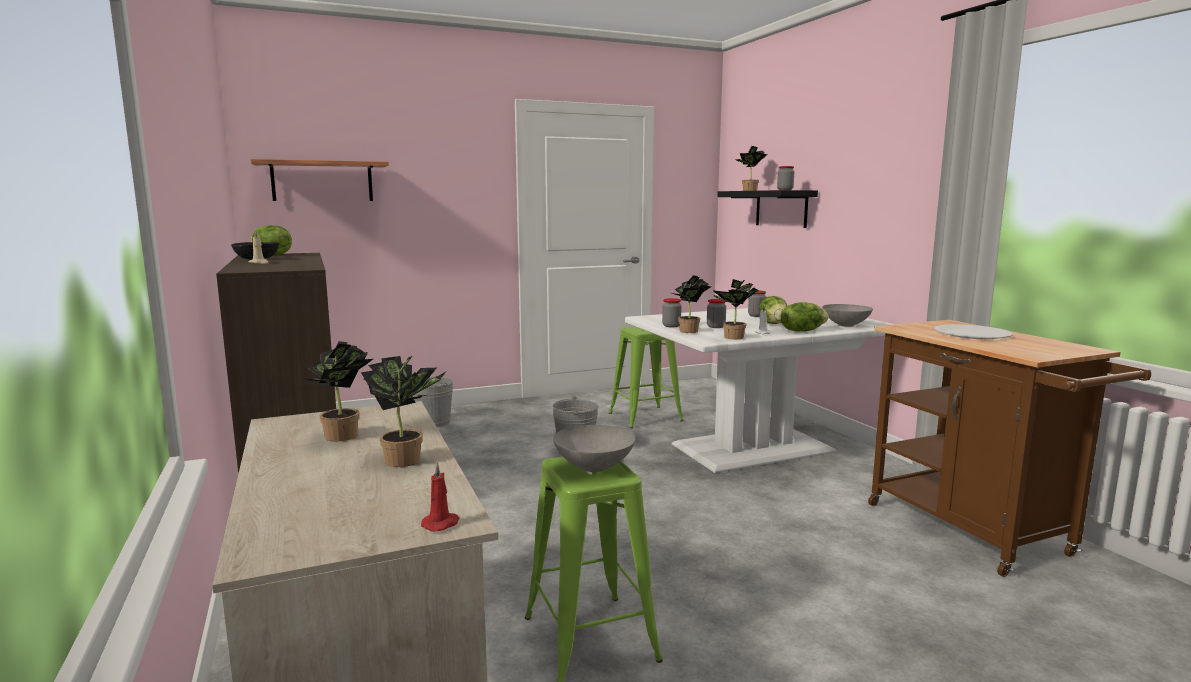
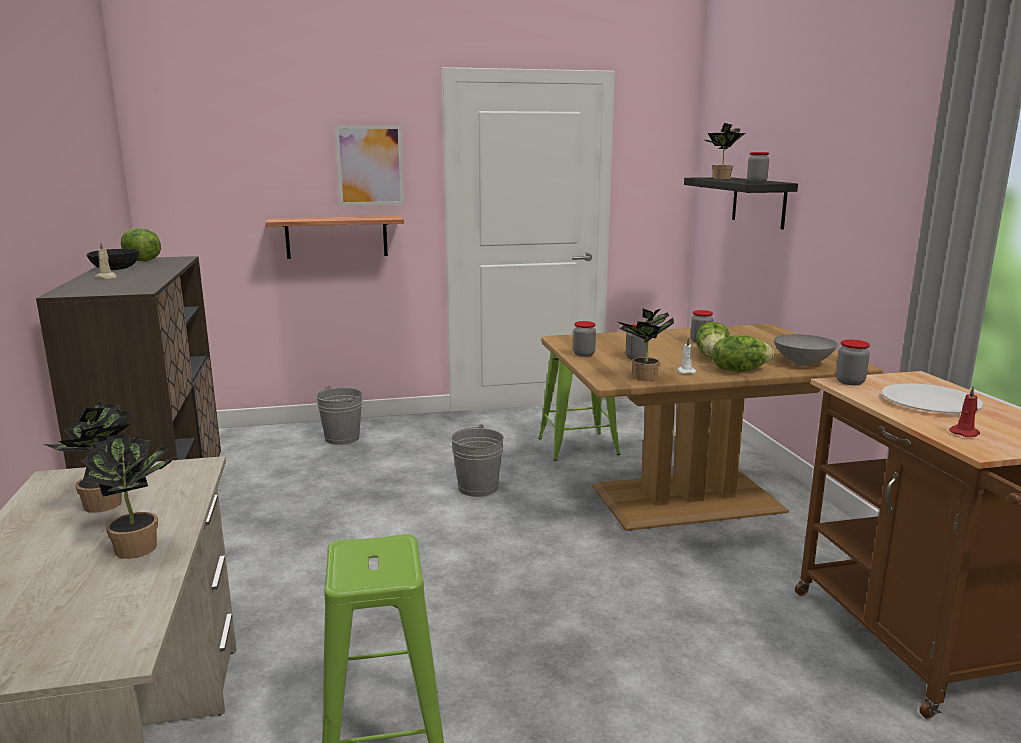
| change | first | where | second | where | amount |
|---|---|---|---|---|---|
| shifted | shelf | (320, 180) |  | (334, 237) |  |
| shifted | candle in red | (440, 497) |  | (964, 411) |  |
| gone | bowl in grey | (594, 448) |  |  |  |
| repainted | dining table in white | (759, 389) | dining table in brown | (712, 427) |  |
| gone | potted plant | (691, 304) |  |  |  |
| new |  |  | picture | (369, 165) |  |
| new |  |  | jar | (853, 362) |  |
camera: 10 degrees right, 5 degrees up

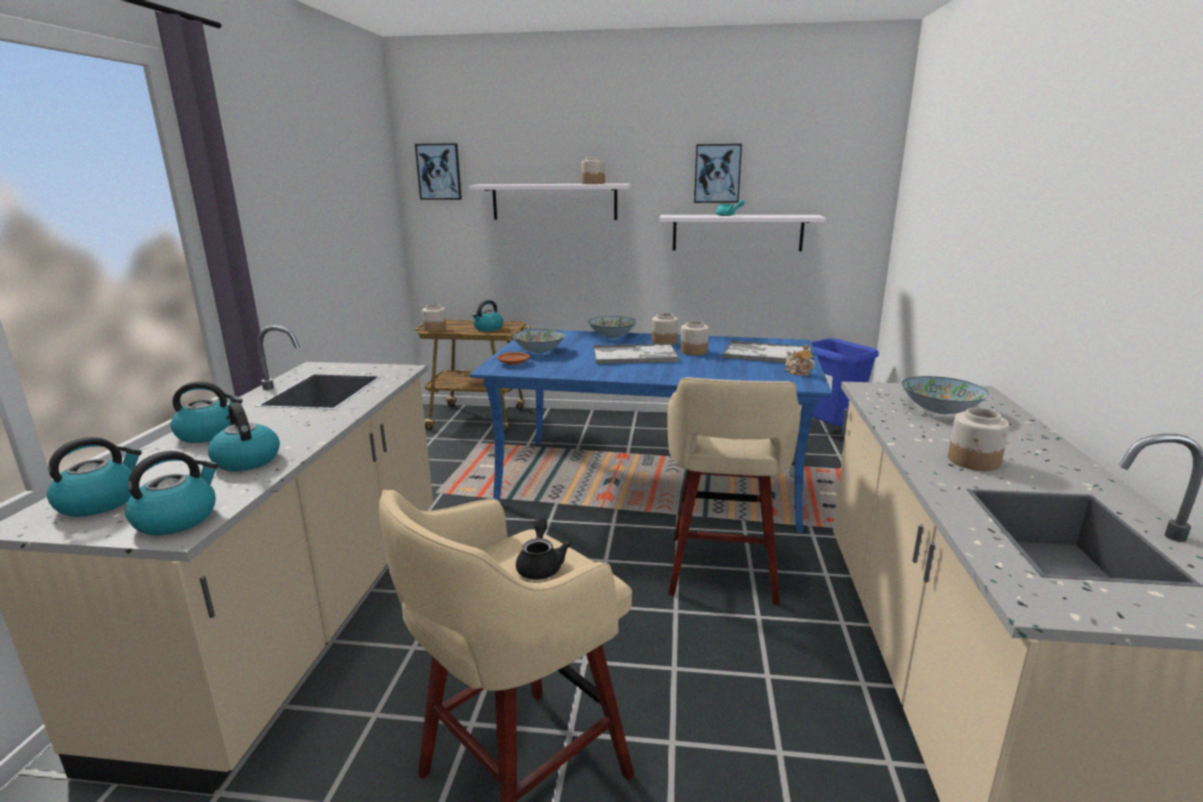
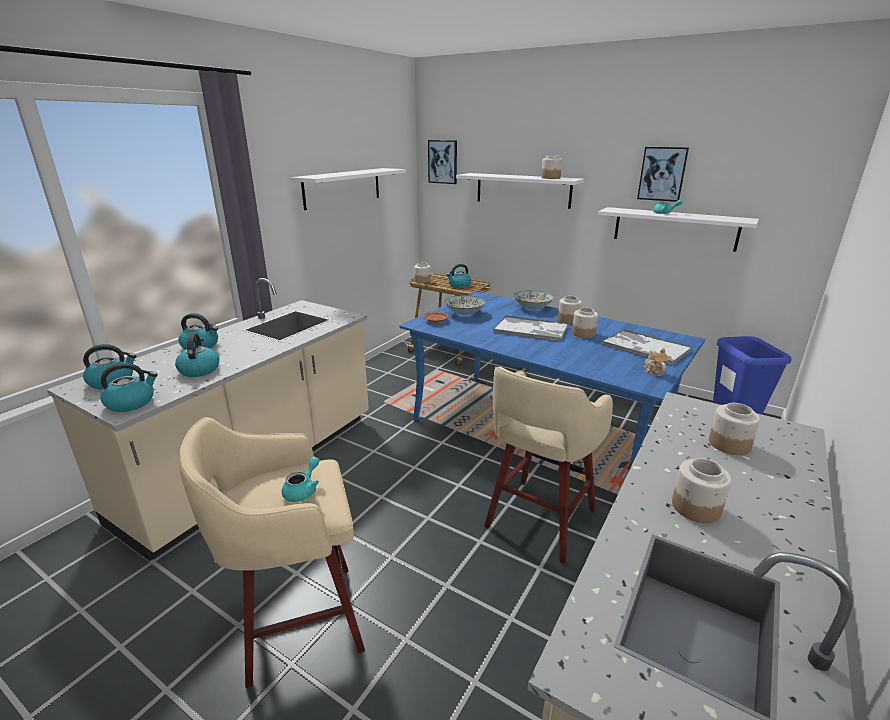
| change | first | where | second | where | amount |
|---|---|---|---|---|---|
| repainted | teapot in black | (543, 548) | teapot in turquoise | (300, 479) |  |
| swapped | bowl | (945, 395) | jar | (734, 429) |  |
| new |  |  | shelf in white | (348, 189) |  |
camera: 25 degrees right, 5 degrees up

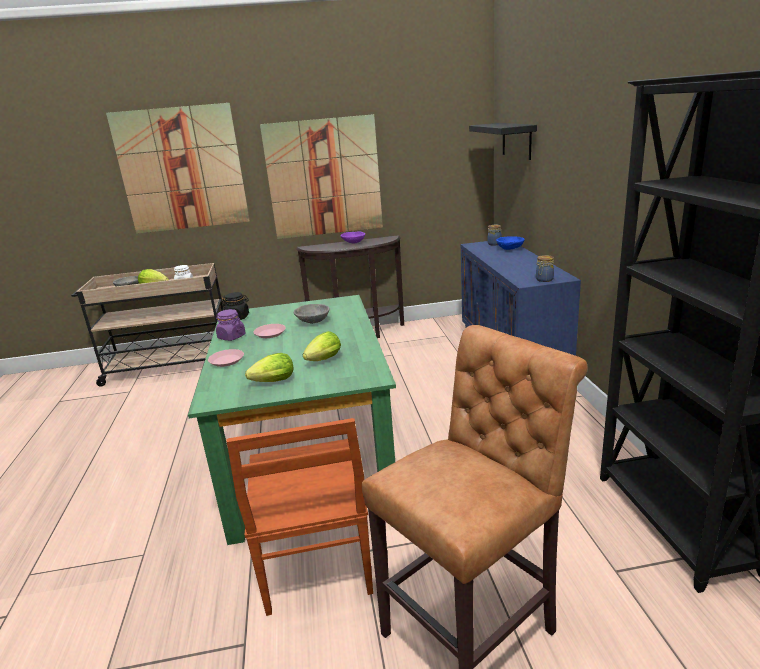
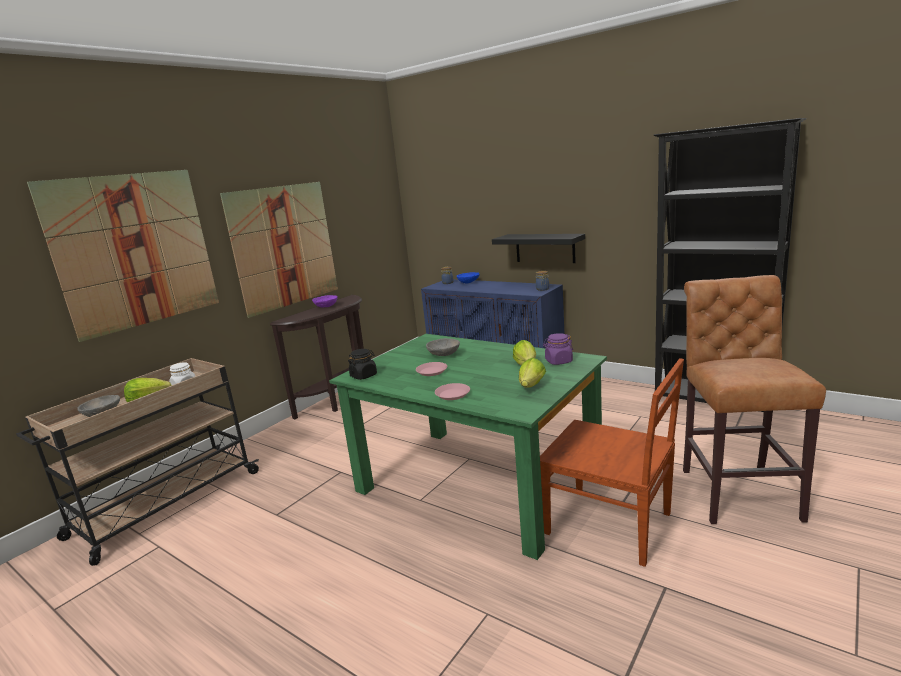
| change | first | where | second | where | amount |
|---|---|---|---|---|---|
| shifted | jar in purple | (231, 325) |  | (558, 349) |  |
| shifted | shelf in black | (503, 141) |  | (538, 248) |  |
camera: 45 degrees left, 5 degrees down

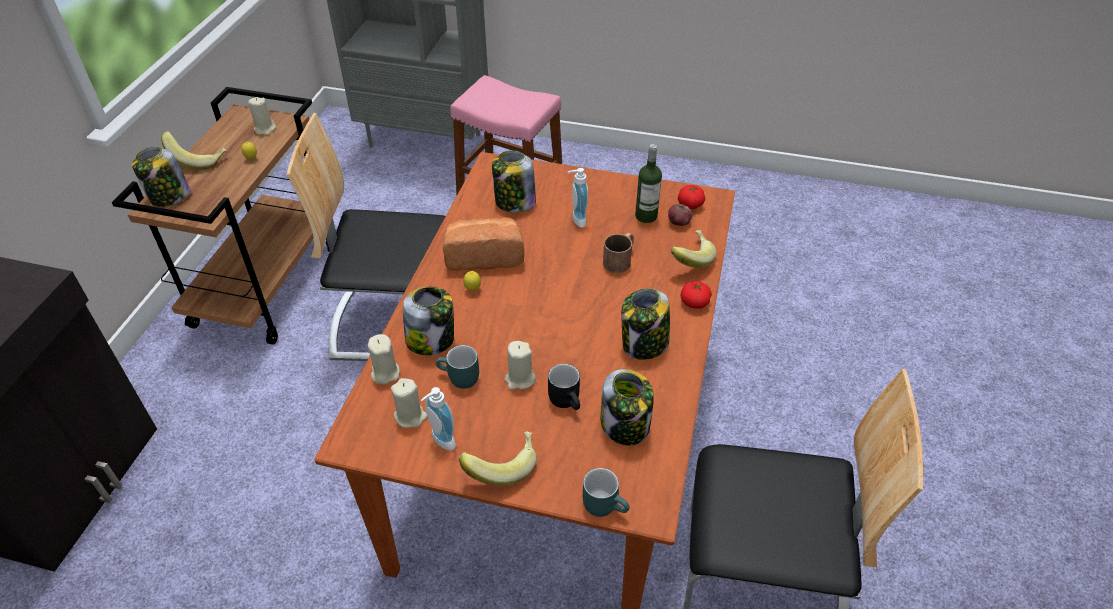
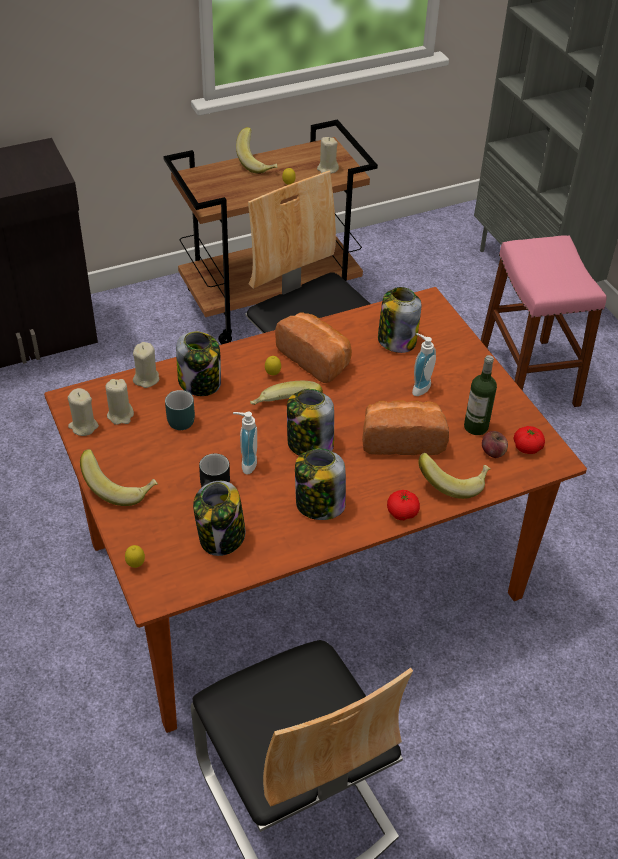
| change | first | where | second | where | amount |
|---|---|---|---|---|---|
| shifted | jar | (161, 177) |  | (310, 422) |  |
| shifted | soap dispenser | (438, 418) |  | (245, 443) |  |
| shifted | candle in beige | (520, 365) |  | (83, 412) |  |
| swapped | mug in turquoise | (606, 492) | lemon | (135, 556) |  |
| swapped | mug in brown | (618, 253) | bread | (405, 427) |  |
| new |  |  | banana | (286, 393) |  |
camera: 50 degrees right, 0 degrees up

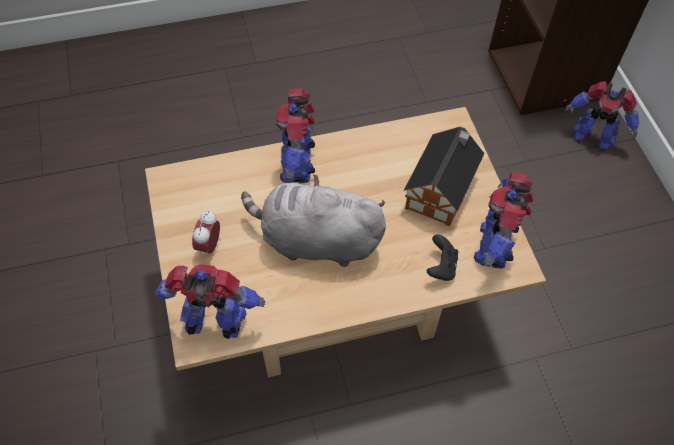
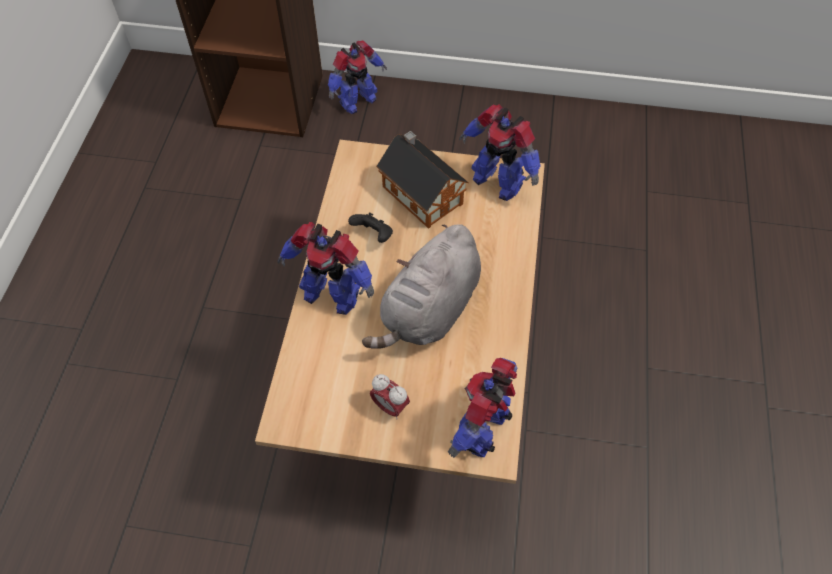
| change | first | where | second | where | amount |
|---|---|---|---|---|---|
| shifted | game controller in black | (442, 257) |  | (370, 228) |  |
camera: 65 degrees left, 0 degrees up

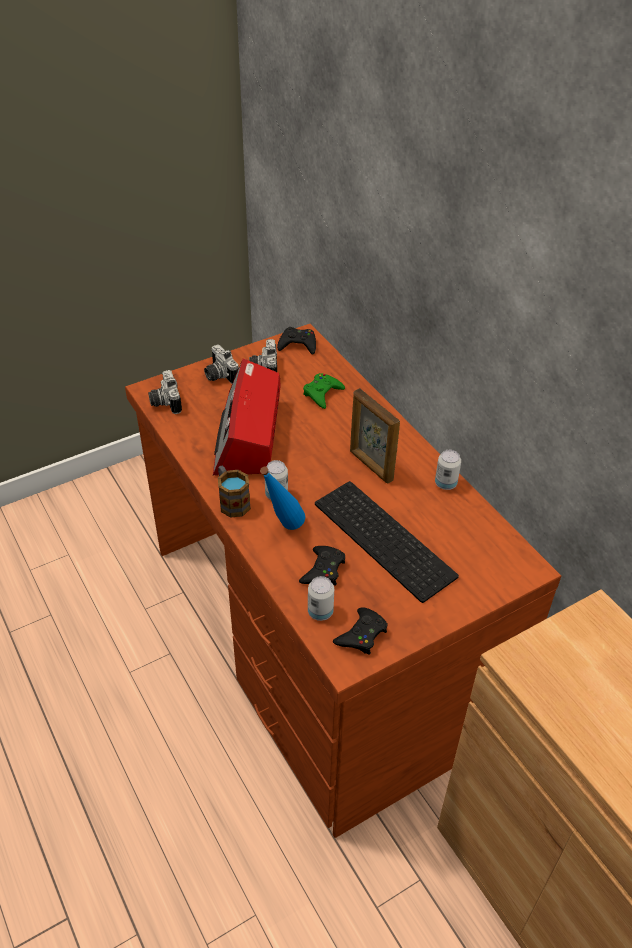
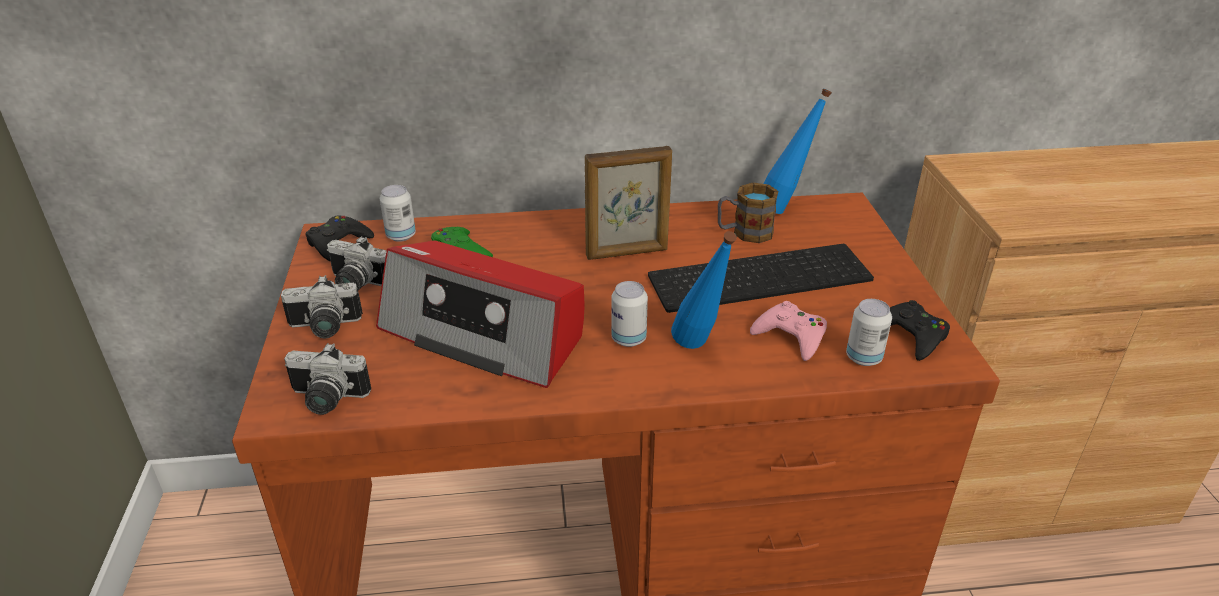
| change | first | where | second | where | amount |
|---|---|---|---|---|---|
| shifted | mug | (234, 492) |  | (748, 213) |  |
| repainted | game controller in black | (322, 566) | game controller in pink | (788, 331) |  |
| shifted | can | (448, 470) |  | (398, 213) |  |
| new |  |  | bottle in blue | (798, 151) |  |
camera: 65 degrees left, 10 degrees down

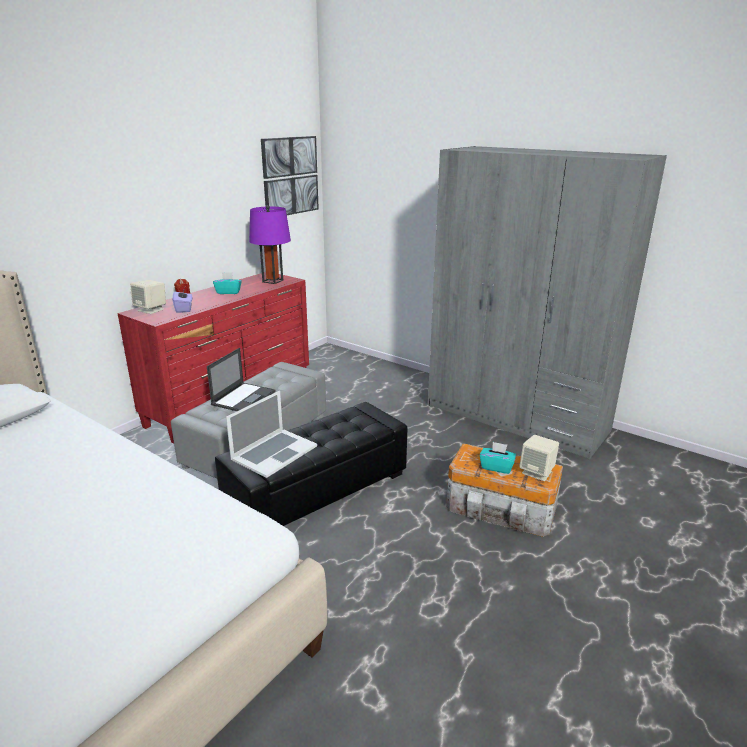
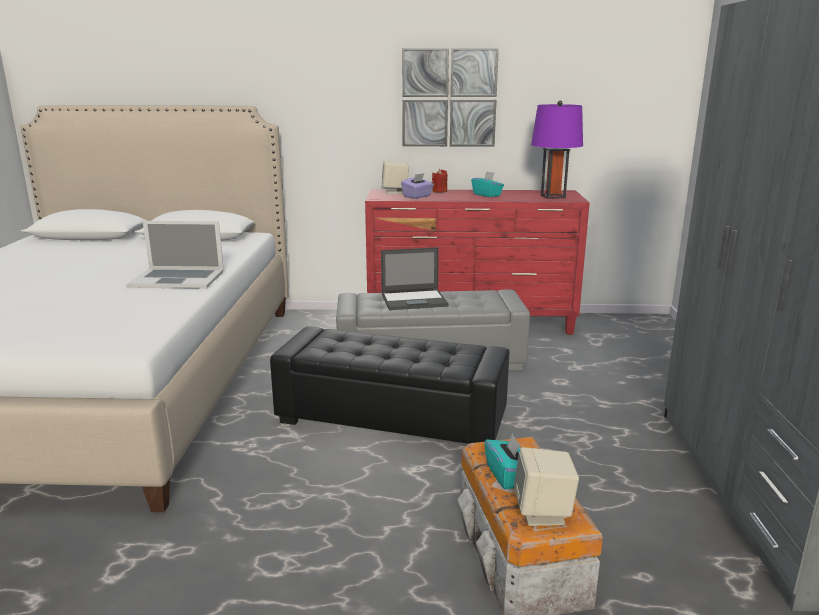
| change | first | where | second | where | amount |
|---|---|---|---|---|---|
| shifted | laptop | (271, 434) |  | (175, 255) |  |
| shifted | picture | (290, 175) |  | (450, 97) |  |
camera: 55 degrees right, 5 degrees down

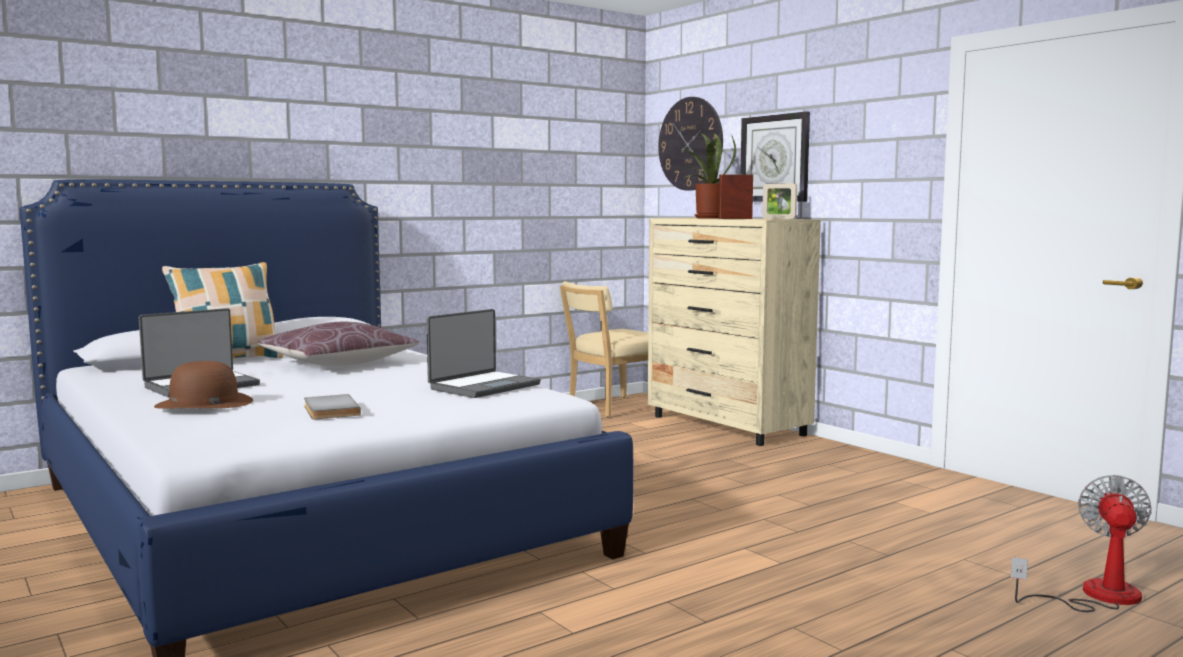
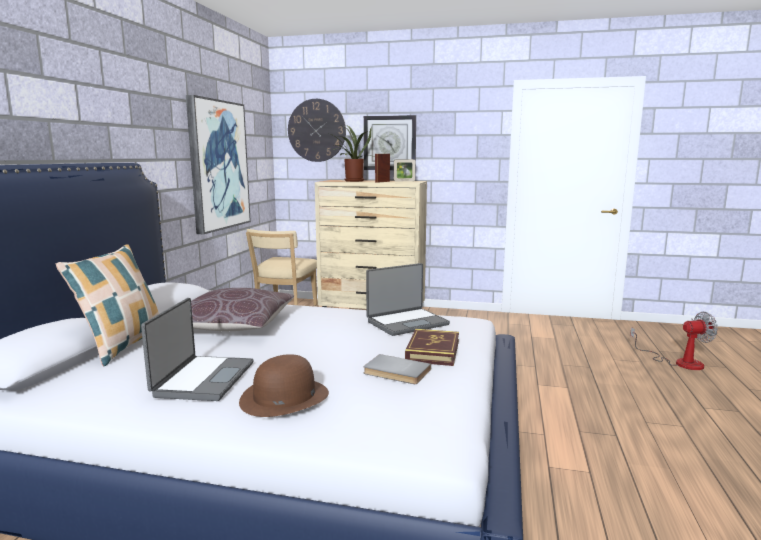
| change | first | where | second | where | amount |
|---|---|---|---|---|---|
| rotated | laptop | (483, 353) |  | (408, 299) | 60 degrees clockwise |
| rotated | fan | (1081, 543) |  | (674, 341) | 105 degrees clockwise |
| new |  |  | picture | (218, 164) |  |
| new |  |  | book | (432, 347) |  |
camera: 40 degrees left, 5 degrees up

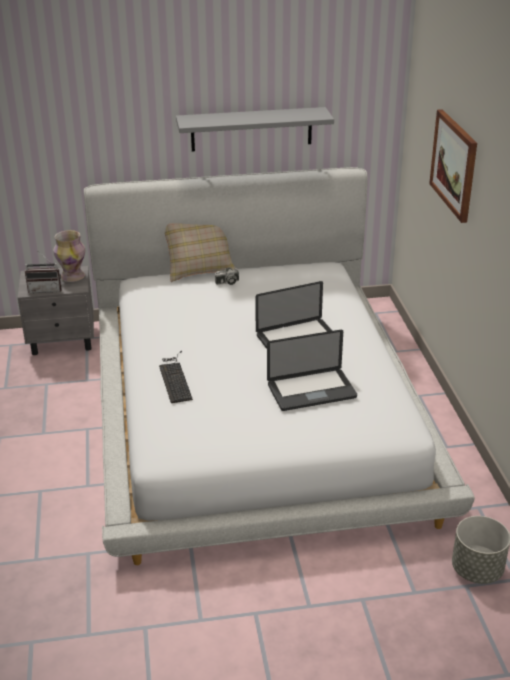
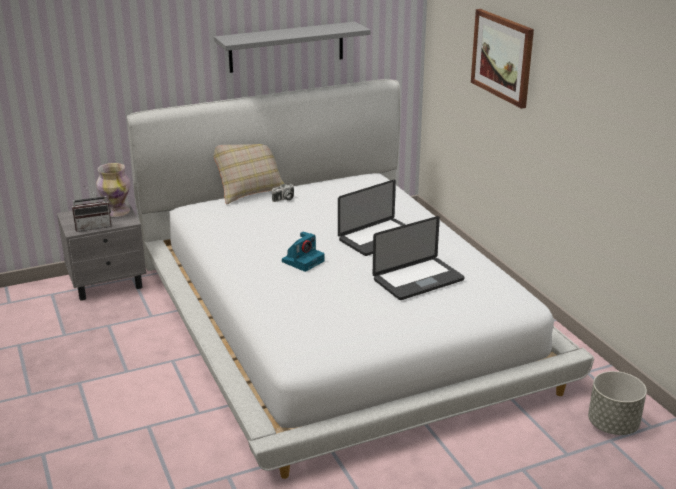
| change | first | where | second | where | amount |
|---|---|---|---|---|---|
| gone | keyboard | (176, 377) |  |  |  |
| new |  |  | photo camera | (303, 252) |  |
camera: 15 degrees left, 5 degrees down

